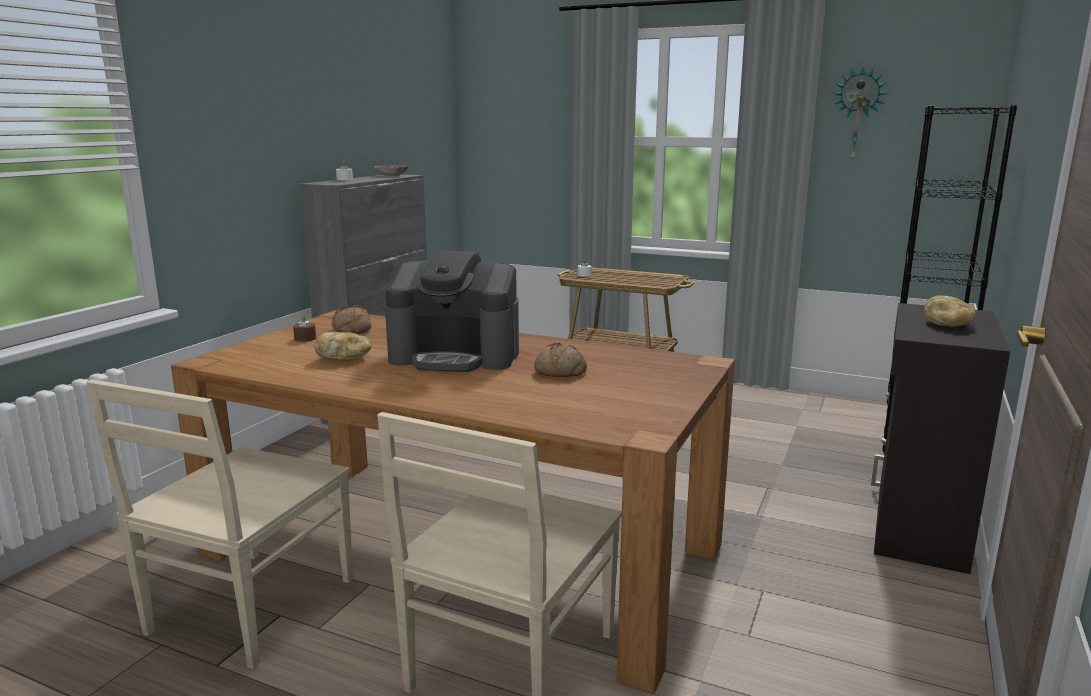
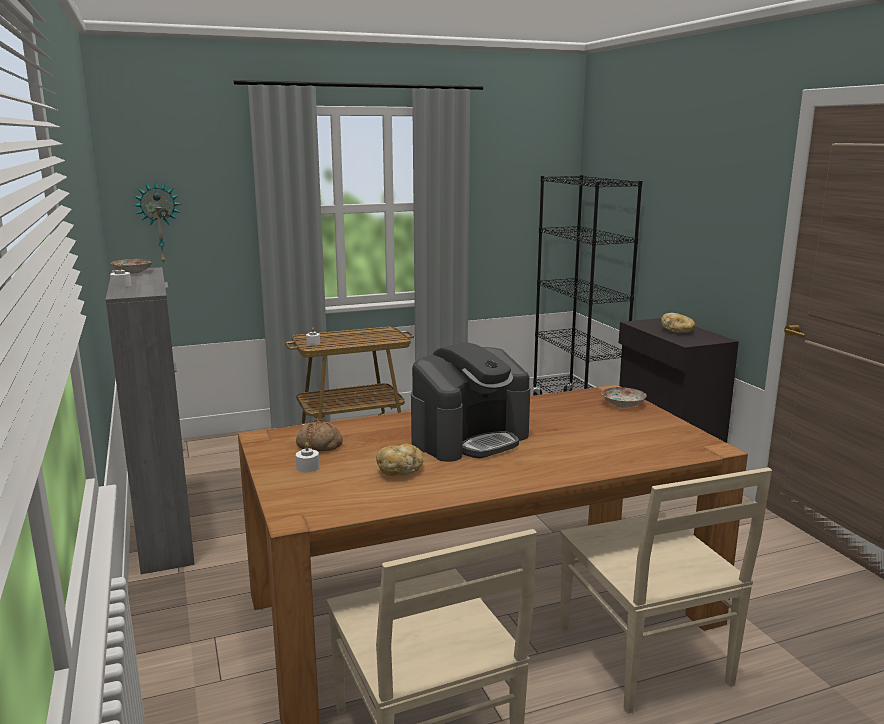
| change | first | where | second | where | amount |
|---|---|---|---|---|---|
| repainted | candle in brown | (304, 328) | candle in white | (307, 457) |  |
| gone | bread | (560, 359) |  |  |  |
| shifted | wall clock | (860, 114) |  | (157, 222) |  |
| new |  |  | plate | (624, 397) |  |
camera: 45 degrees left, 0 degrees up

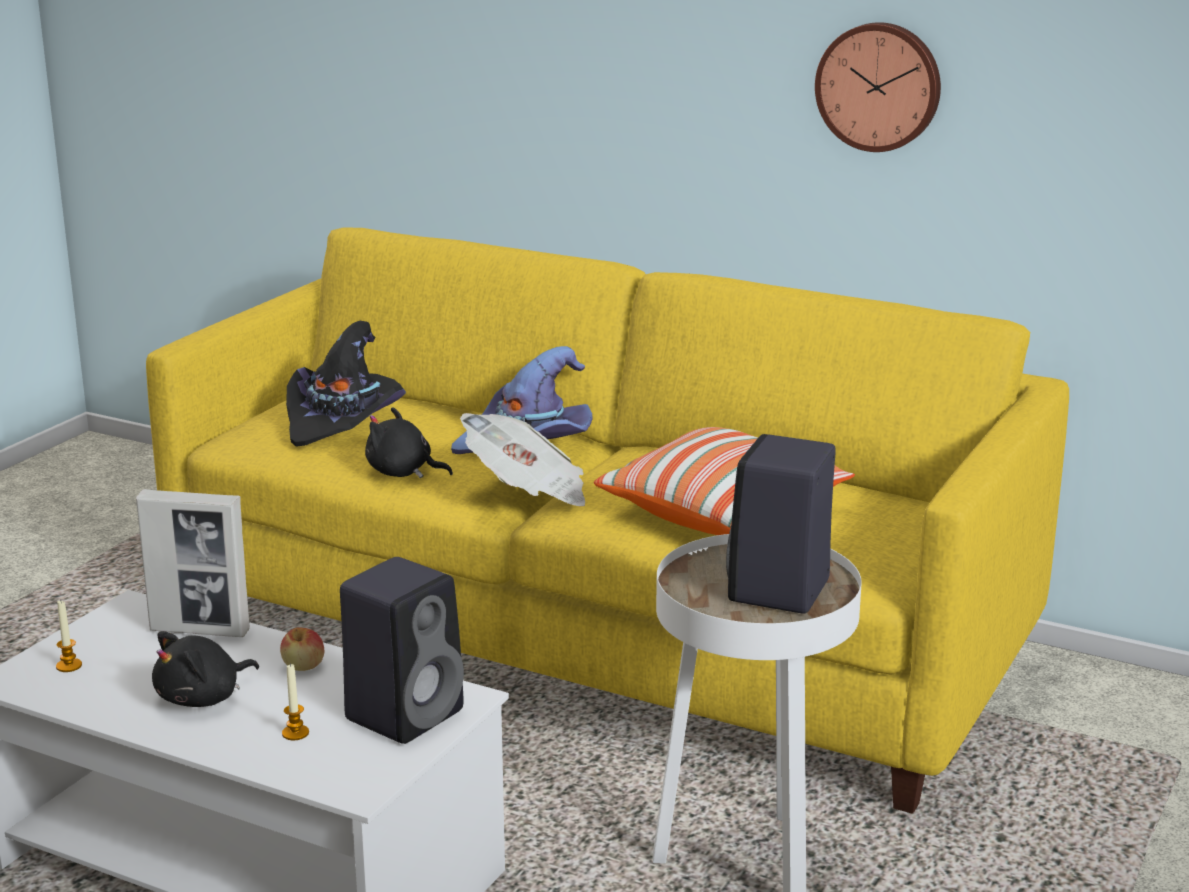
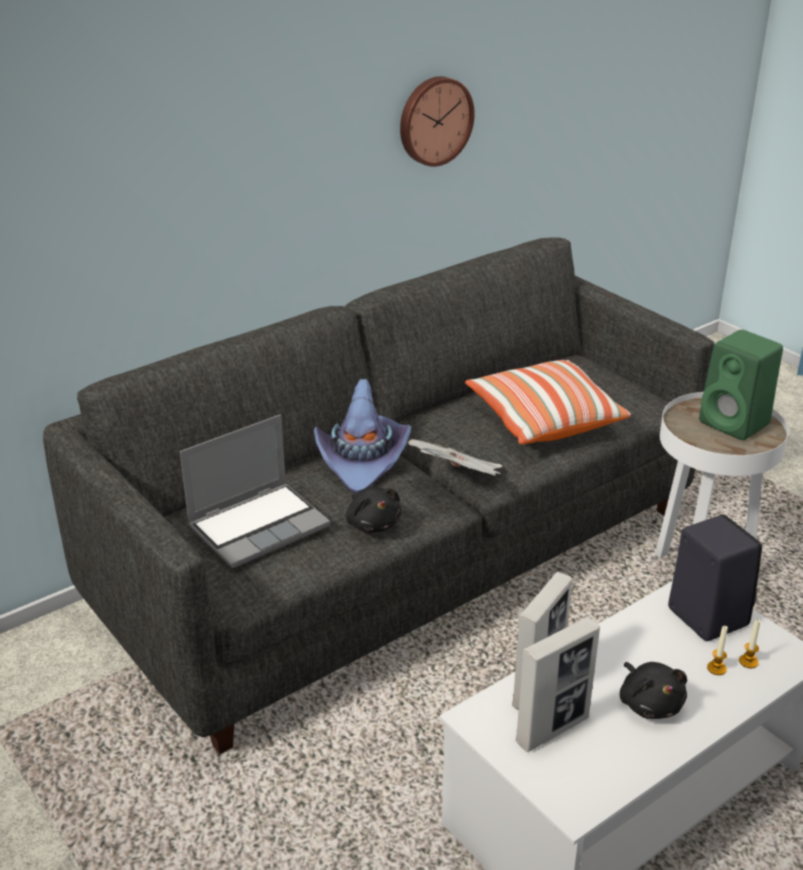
| change | first | where | second | where | amount |
|---|---|---|---|---|---|
| shifted | candle | (69, 636) |  | (749, 644) |  |
| repainted | sofa in yellow | (607, 520) | sofa in grey | (379, 495) |  |
| gone | apple | (302, 649) |  |  |  |
| swapped | hat in black | (346, 384) | laptop | (255, 491) |  |
| rotated | plush toy in black | (409, 442) |  | (373, 509) | 75 degrees counterclockwise |
| repainted | speaker in black | (781, 524) | speaker in green | (741, 384) |  |
| new |  |  | picture frame | (558, 684) |  |
camera: 65 degrees left, 10 degrees up

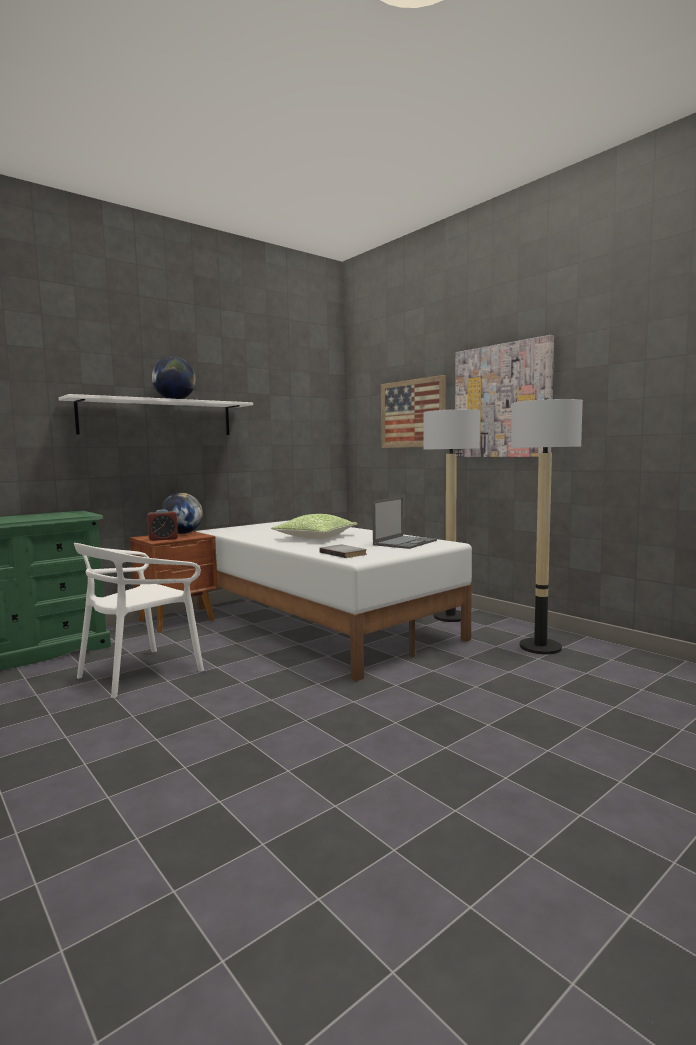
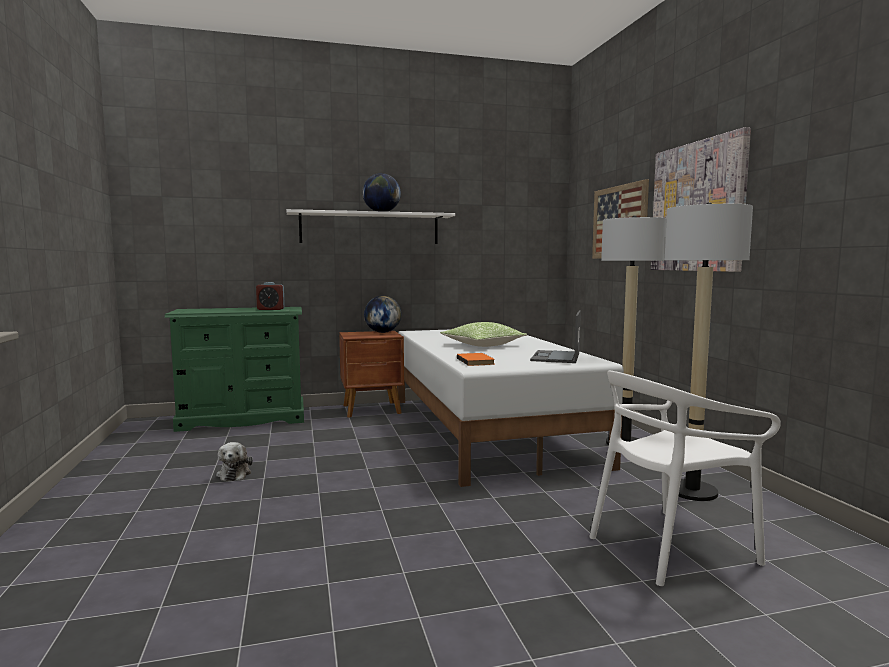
| change | first | where | second | where | amount |
|---|---|---|---|---|---|
| shifted | chair in white | (139, 620) |  | (685, 478) |  |
| shifted | alarm clock | (162, 525) |  | (270, 296) |  |
| repainted | book in grey | (343, 551) | book in orange | (476, 359) |  |
| rotated | laptop | (404, 523) |  | (555, 337) | 135 degrees clockwise |
| new |  |  | plush toy | (234, 461) |  |
camera: 25 degrees right, 0 degrees up

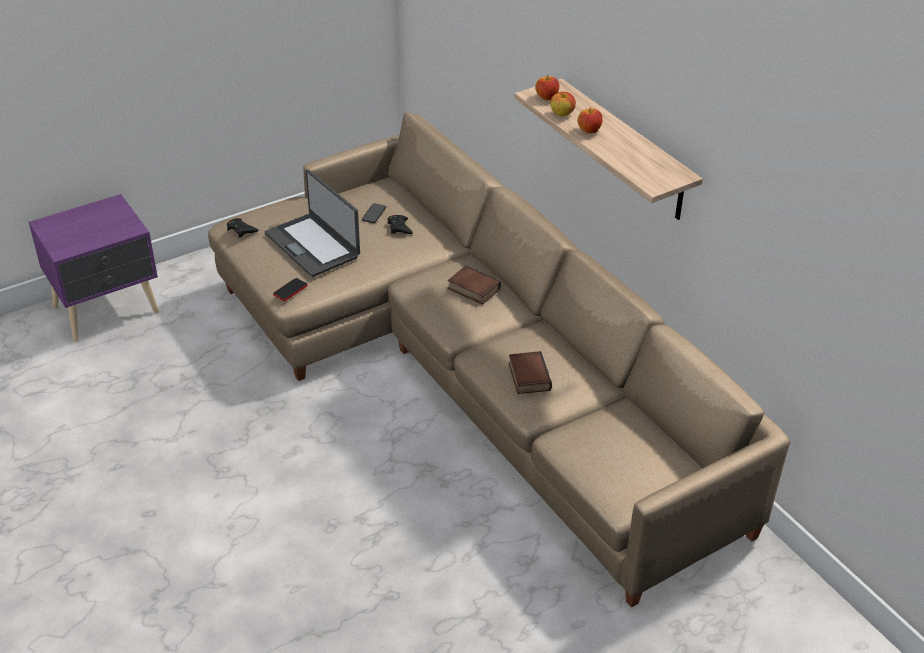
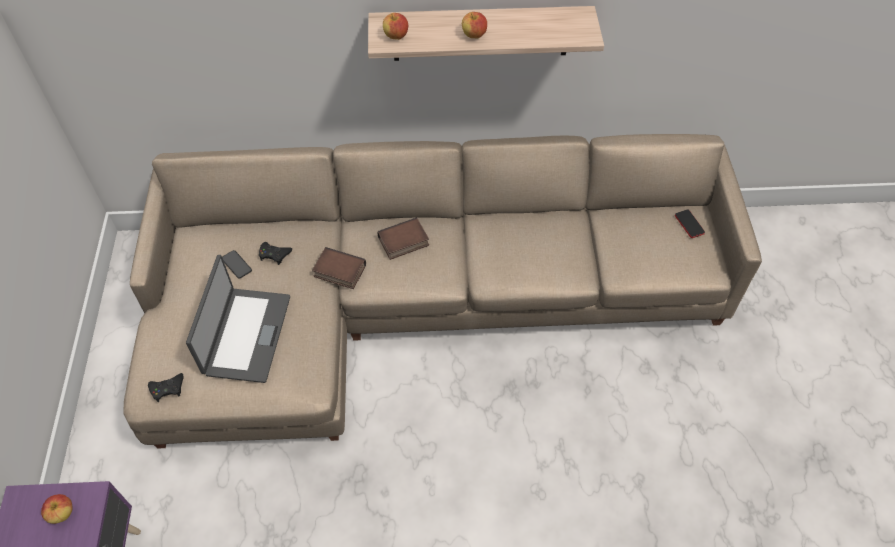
| change | first | where | second | where | amount |
|---|---|---|---|---|---|
| rotated | laptop | (312, 223) |  | (238, 319) | 75 degrees counterclockwise |
| shifted | phone | (290, 289) |  | (690, 223) |  |
| shifted | book | (530, 372) |  | (339, 268) |  |
| shifted | apple | (563, 104) |  | (56, 509) |  |
camera: 60 degrees left, 15 degrees up

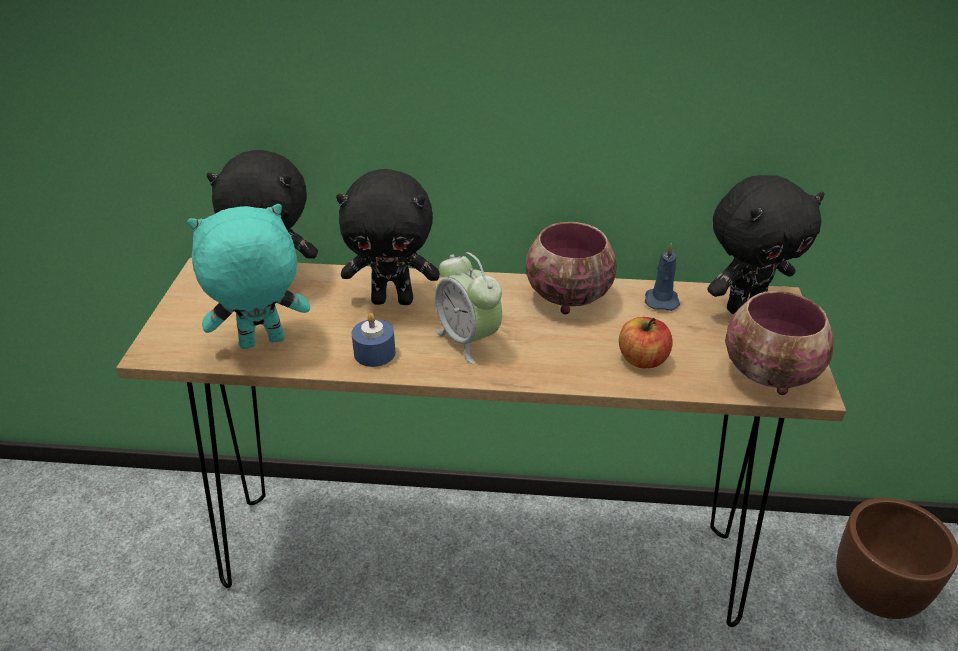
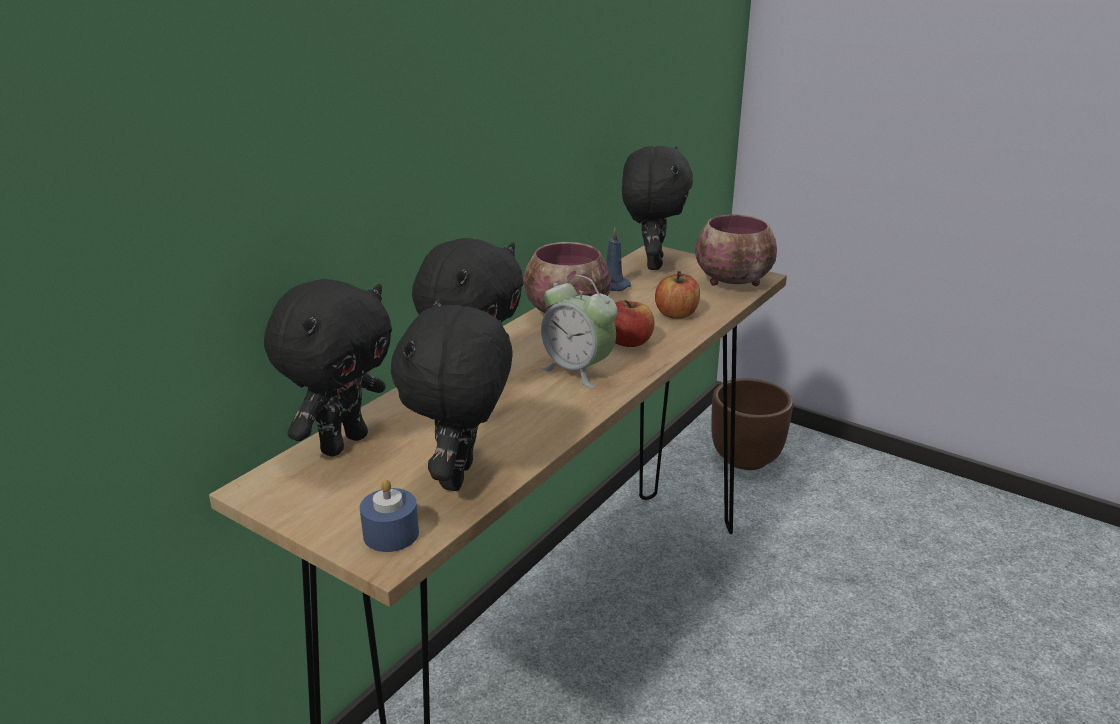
| change | first | where | second | where | amount |
|---|---|---|---|---|---|
| repainted | plush toy in turquoise | (248, 276) | plush toy in black | (452, 394) |  |
| shifted | candle in blue | (373, 340) |  | (389, 515) |  |
| rotated | alarm clock | (468, 308) |  | (579, 331) | 45 degrees clockwise |
| new |  |  | apple | (634, 323) |  |
camera: 60 degrees left, 10 degrees down

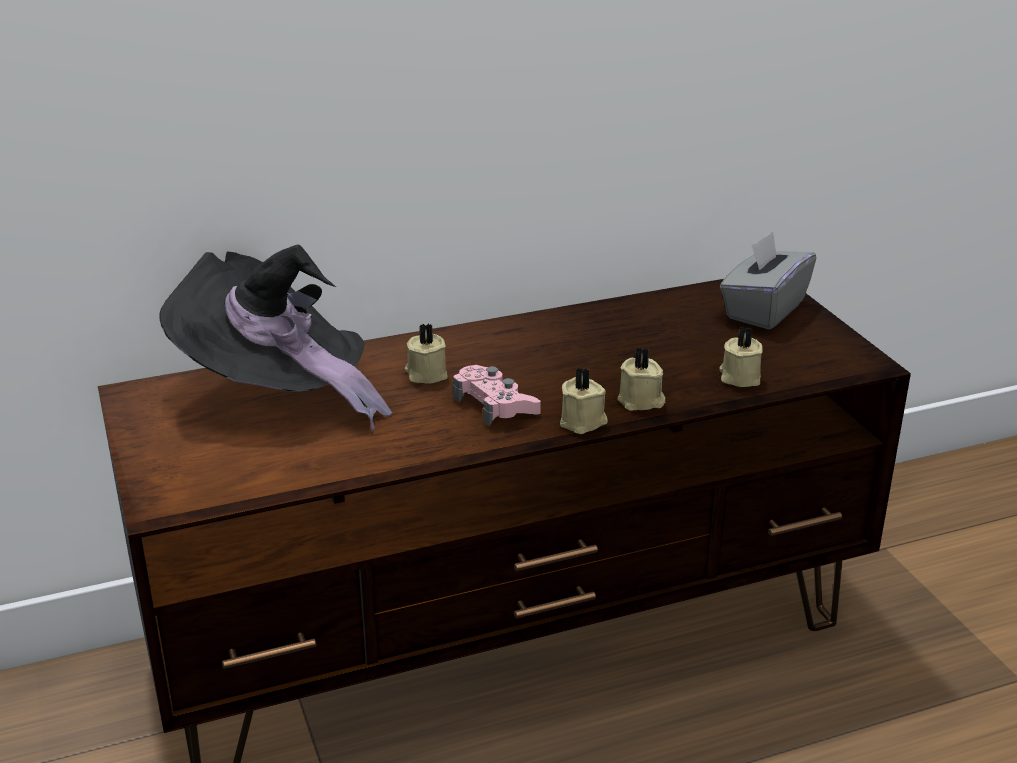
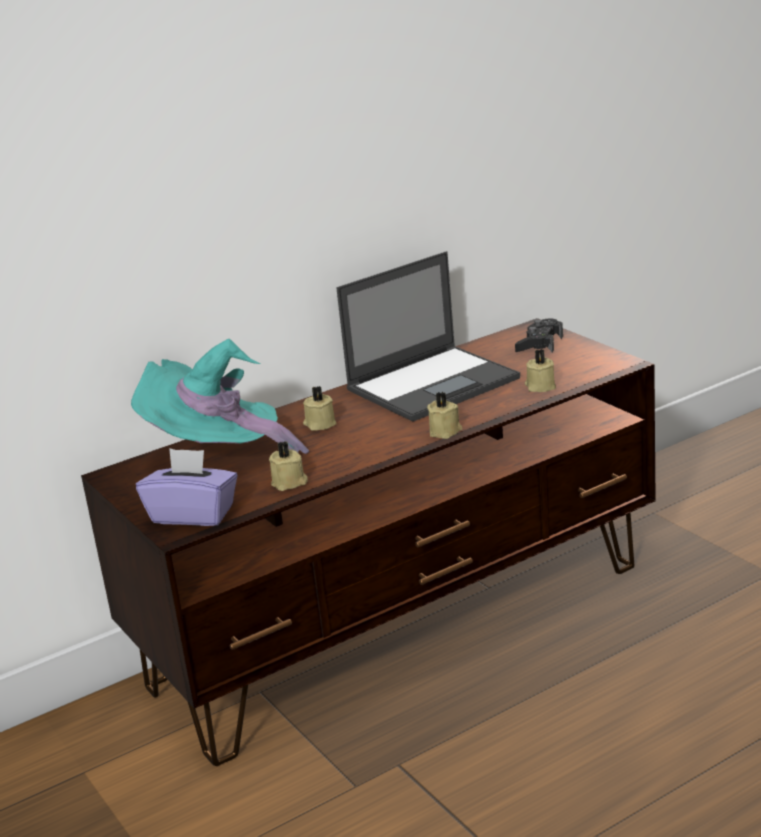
| change | first | where | second | where | amount |
|---|---|---|---|---|---|
| repainted | hat in black | (275, 338) | hat in turquoise | (220, 396) |  |
| gone | game controller in pink | (497, 395) |  |  |  |
| shifted | candle in beige | (641, 379) |  | (288, 466) |  |
| swapped | tissue box in grey | (768, 280) | game controller in black | (539, 335) |  |
| new |  |  | tissue box in purple | (187, 487) |  |
| new |  |  | laptop | (428, 336) |  |
camera: 10 degrees left, 5 degrees down

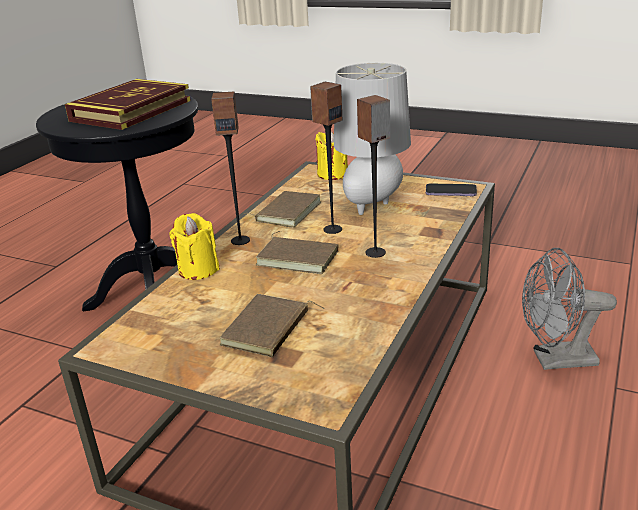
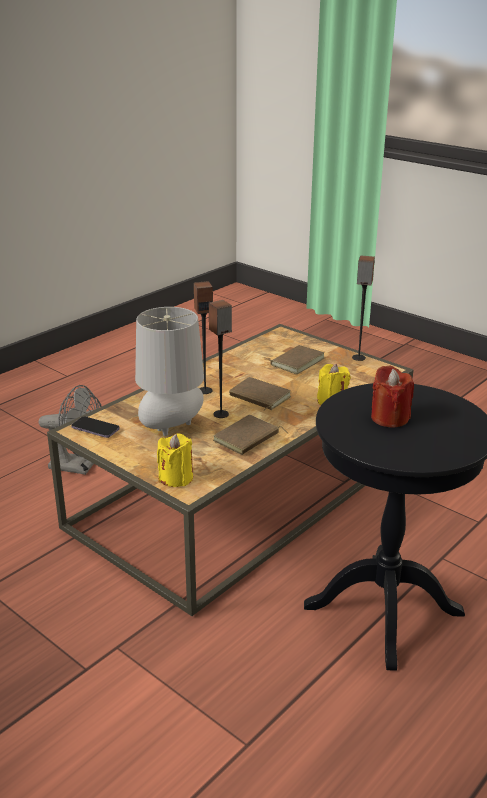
| change | first | where | second | where | amount |
|---|---|---|---|---|---|
| swapped | book | (128, 104) | candle in red | (392, 396) |  |
| shifted | speaker | (230, 168) |  | (363, 308) |  |
camera: 165 degrees left, 0 degrees up

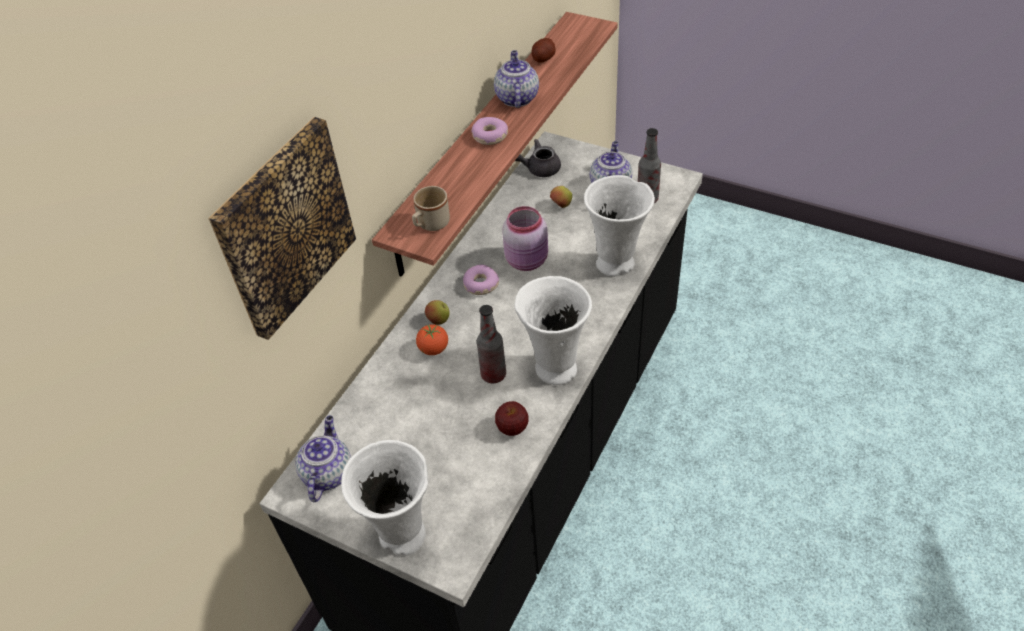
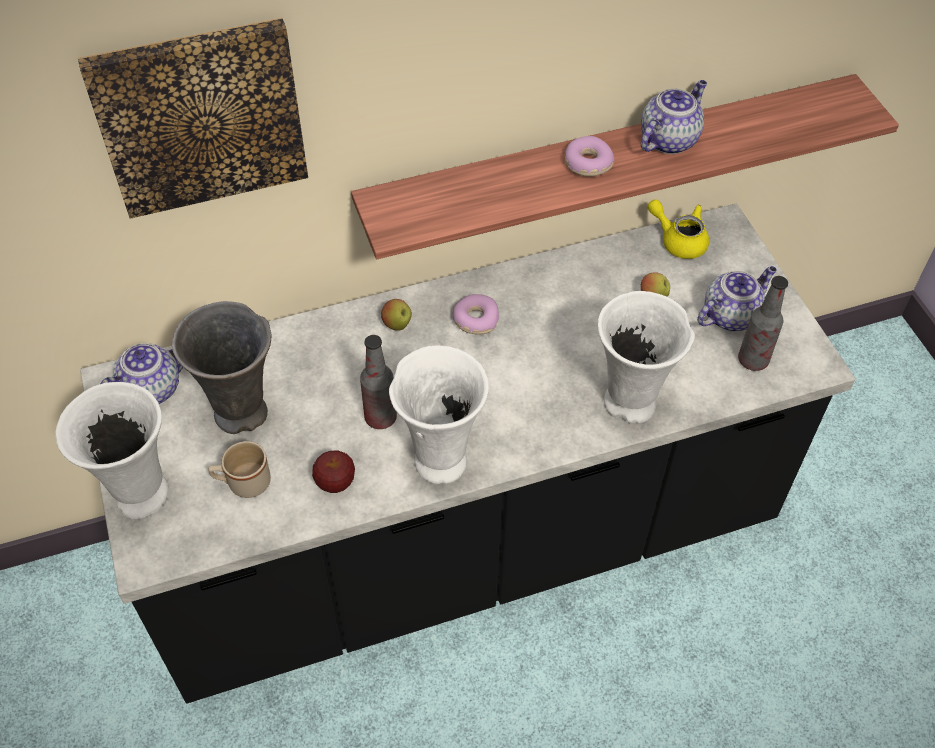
| change | first | where | second | where | amount |
|---|---|---|---|---|---|
| shifted | mug in beige | (431, 208) |  | (239, 469) |  |
| gone | tomato | (432, 339) |  |  |  |
| gone | jar in pink | (525, 238) |  |  |  |
| repainted | teapot in grey | (538, 158) | teapot in yellow | (678, 229) |  |
| gone | potato | (543, 50) |  |  |  |
| new |  |  | vase in grey | (222, 367) |  |
camera: 40 degrees right, 5 degrees up

